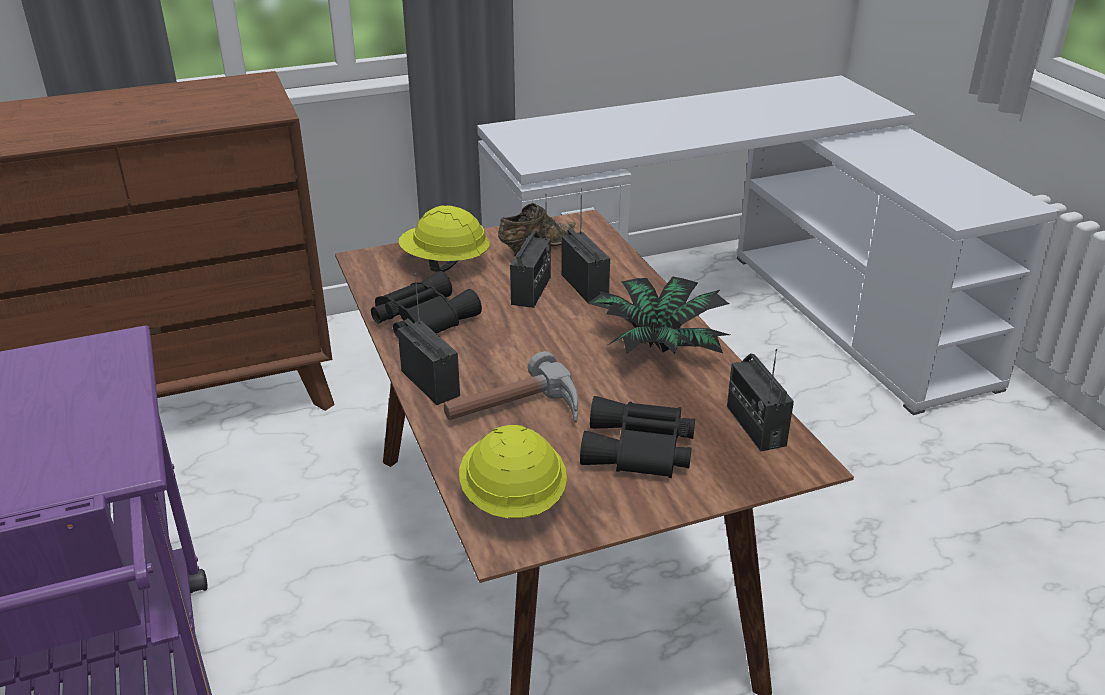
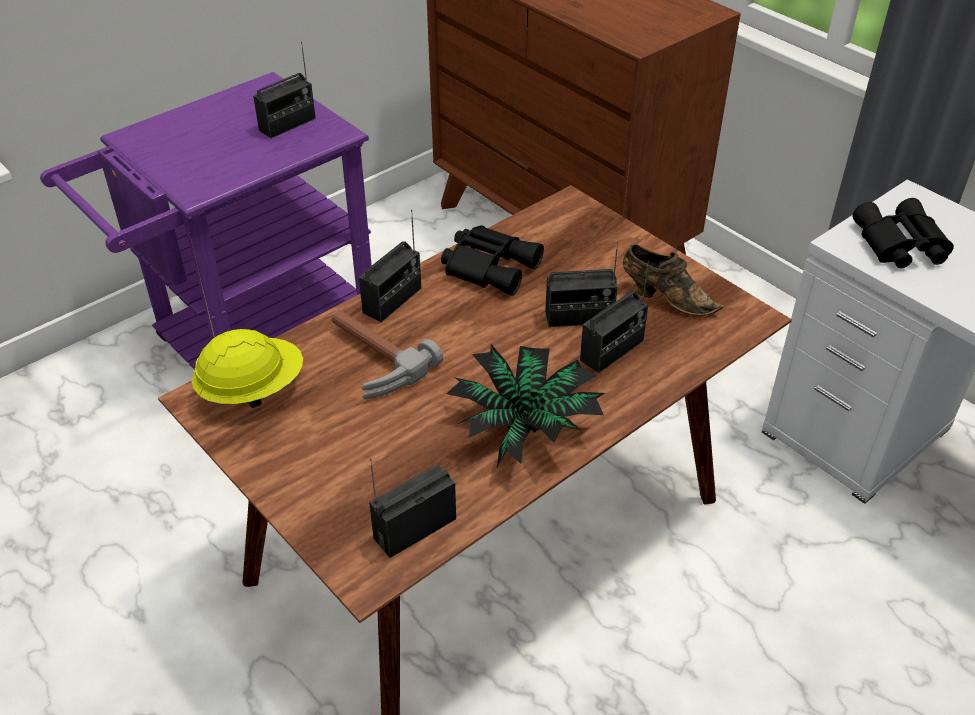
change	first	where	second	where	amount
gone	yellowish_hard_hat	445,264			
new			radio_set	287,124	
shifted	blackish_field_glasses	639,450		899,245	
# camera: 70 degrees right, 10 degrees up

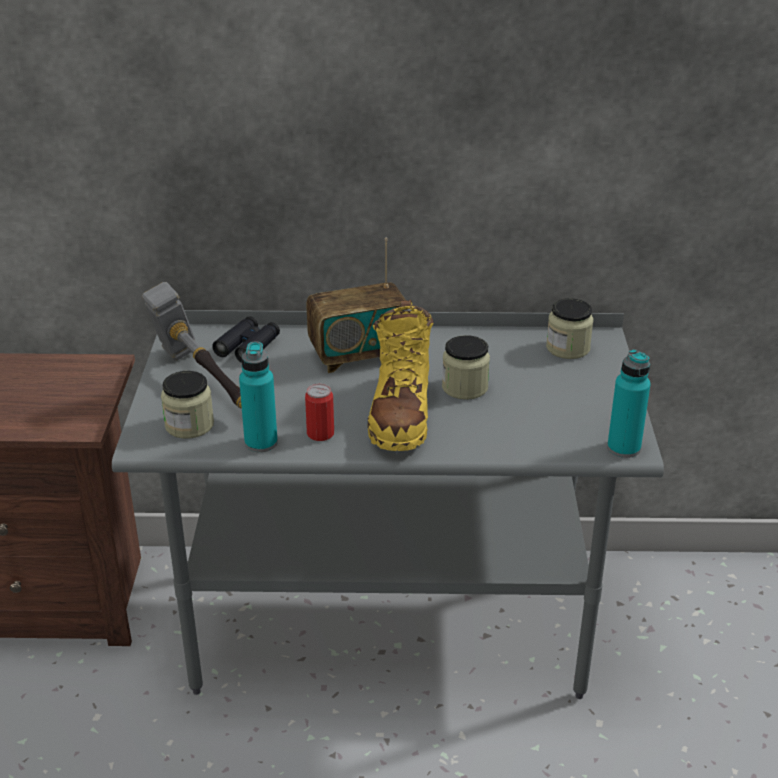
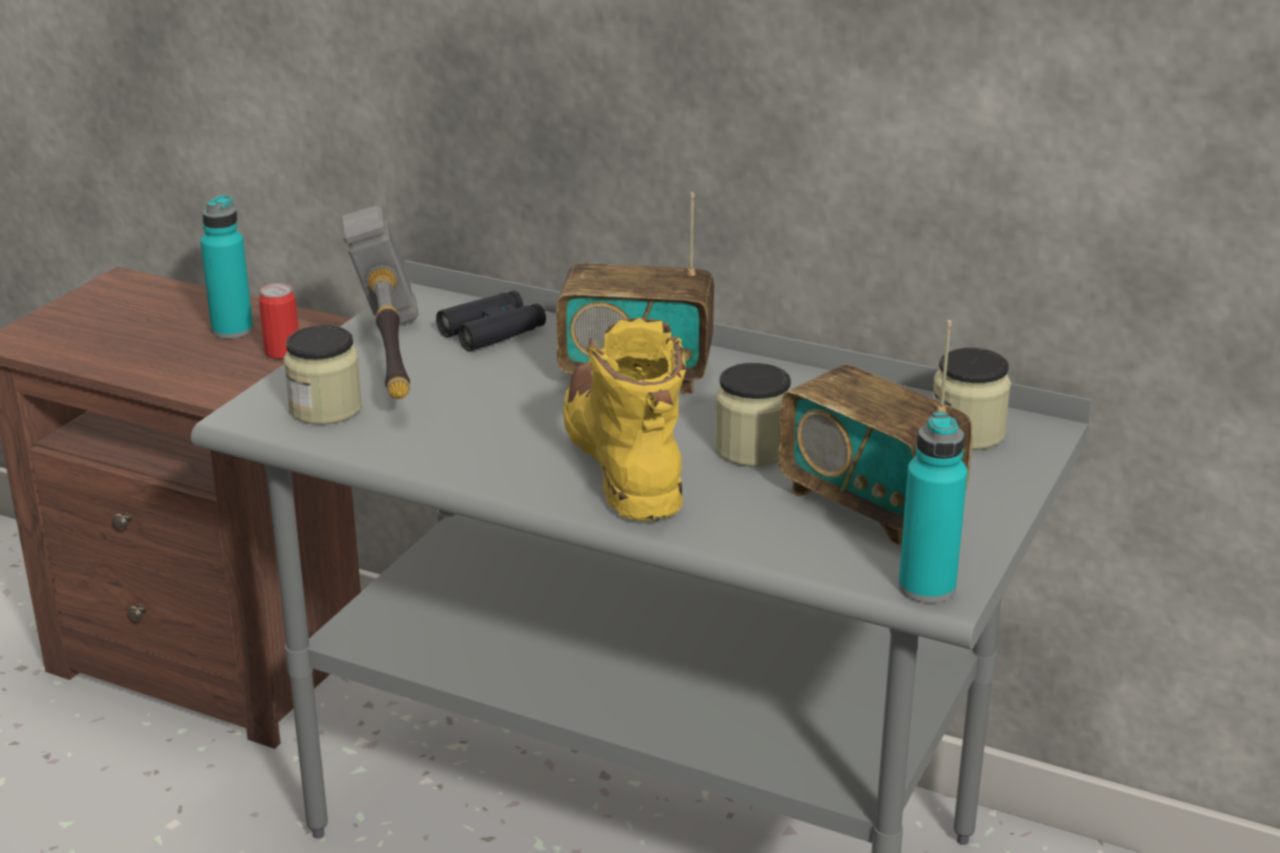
change	first	where	second	where	amount
new			radio_set	869,504	
shifted	turquoise_bottle	261,443		232,330	
shifted	metal_can	320,434		282,352	
rotated	yellowish_boot	401,414		624,461	135 degrees clockwise
# camera: 25 degrees right, 5 degrees down

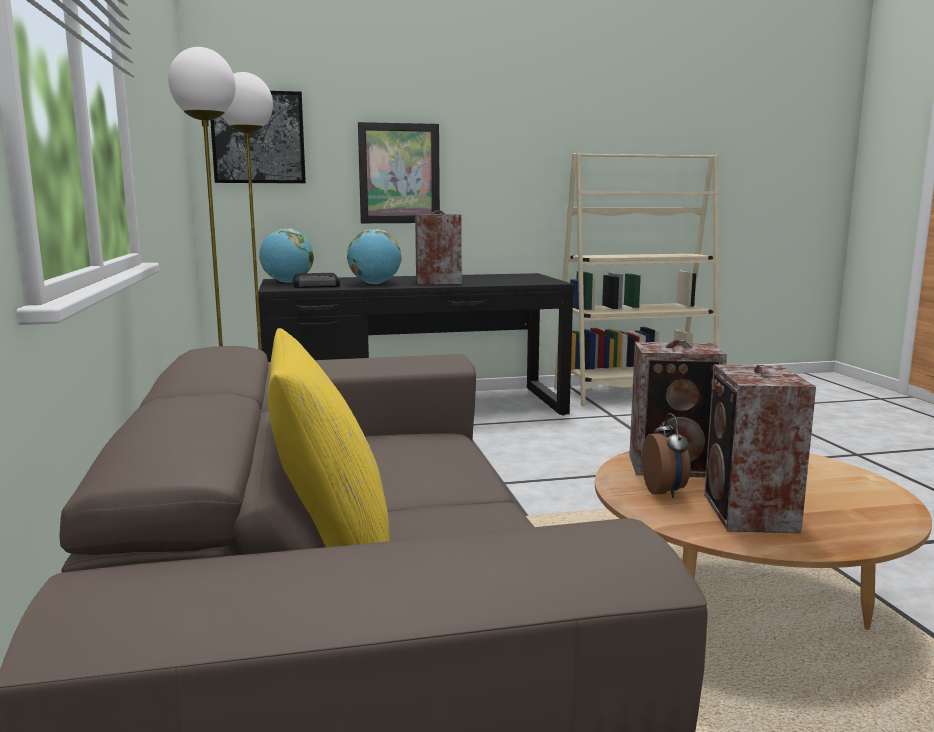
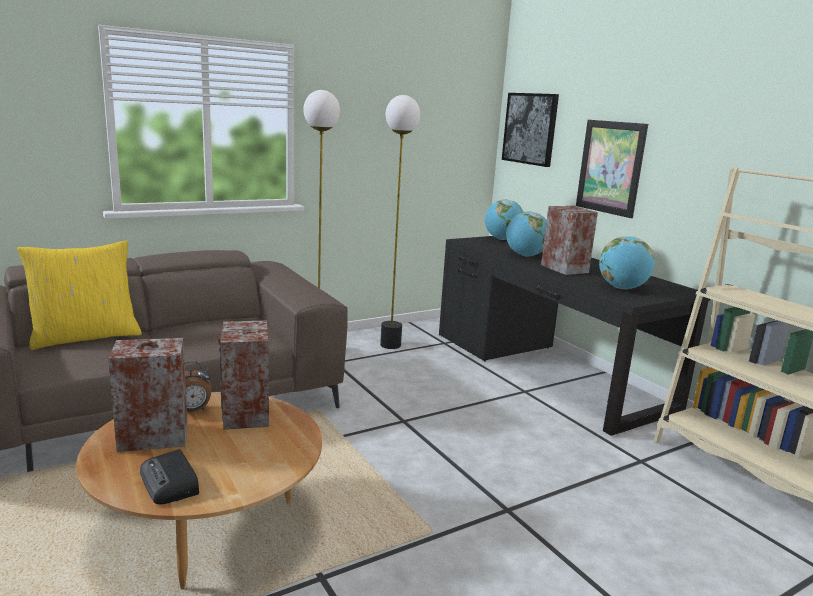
change	first	where	second	where	amount
new			globe	622,288	
shifted	radio_set	317,286		170,483	
# camera: 70 degrees right, 5 degrees up

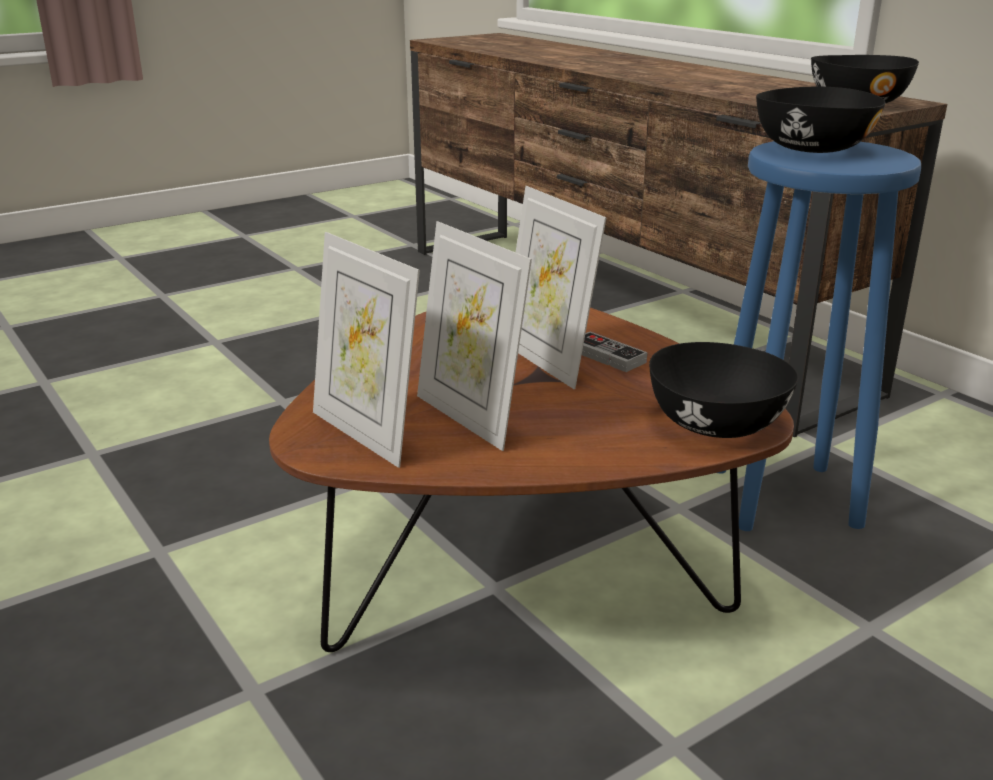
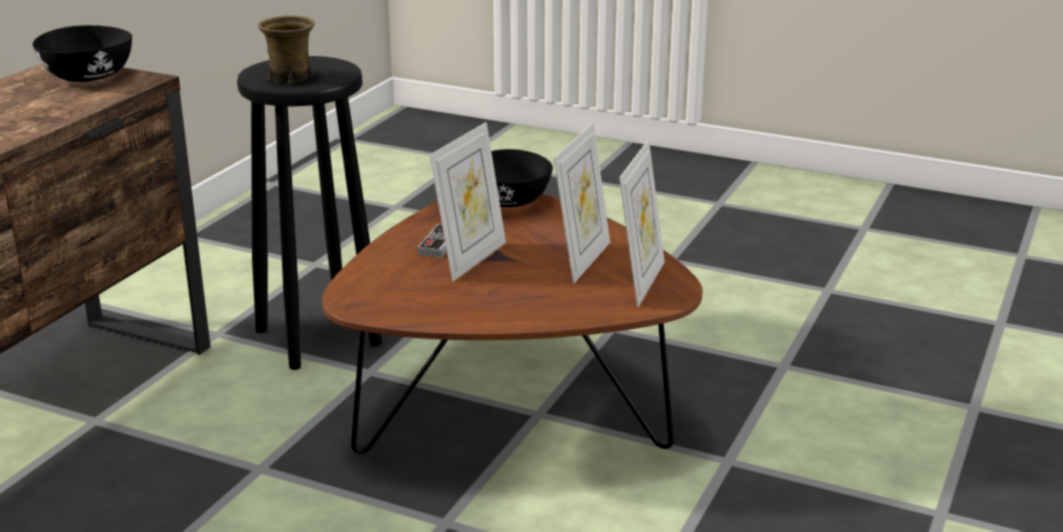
change	first	where	second	where	amount
swapped	blackish_deep_dish	812,149	brown_mug	289,78	
repainted	bluish_sitting_stool	784,497	blackish_sitting_stool	320,337	
# camera: 120 degrees left, 0 degrees up

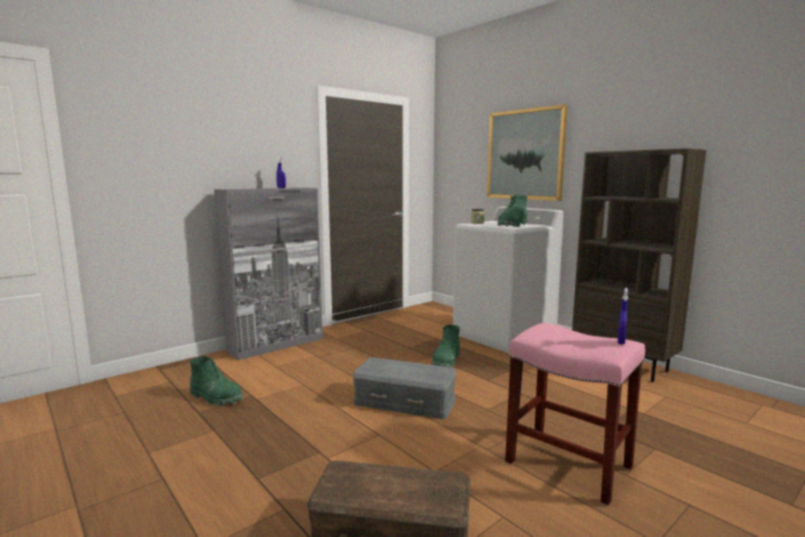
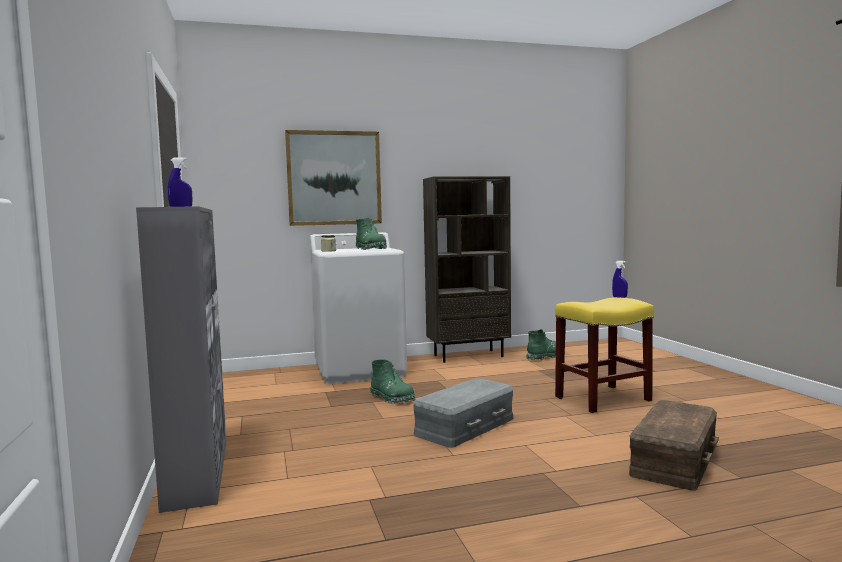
change	first	where	second	where	amount
shifted	green_boot	216,398		544,357	
repainted	pink_sitting_stool	569,465	yellowish_sitting_stool	603,399	
# camera: 65 degrees left, 5 degrees down

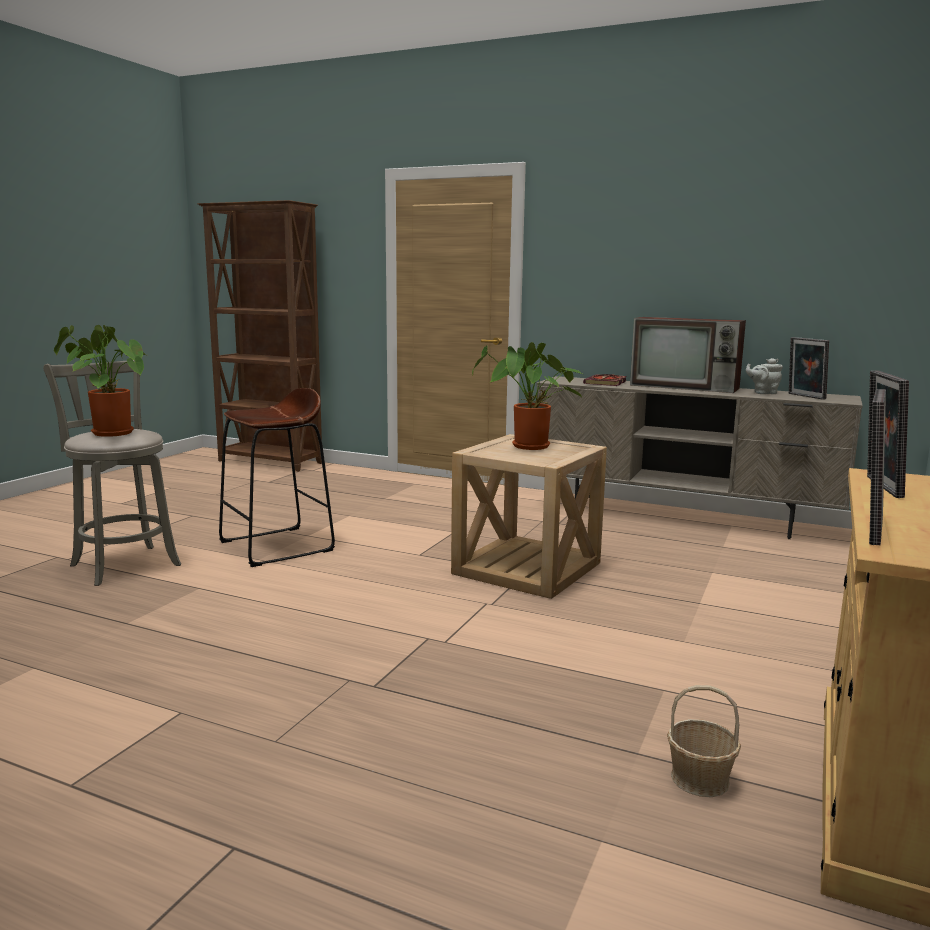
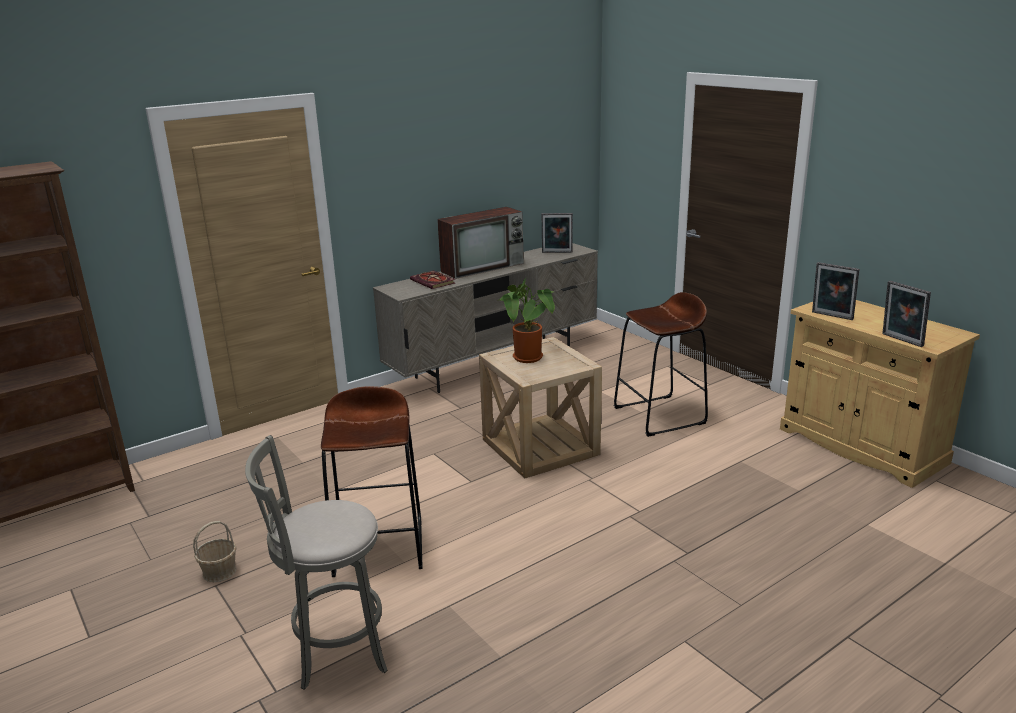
change	first	where	second	where	amount
gone	plant_in_a_pot	108,433			
gone	greyish_tea_pot	763,393			
new			brown_sitting_stool	660,415	
shifted	basket	700,779		220,571	
# camera: 60 degrees left, 10 degrees up

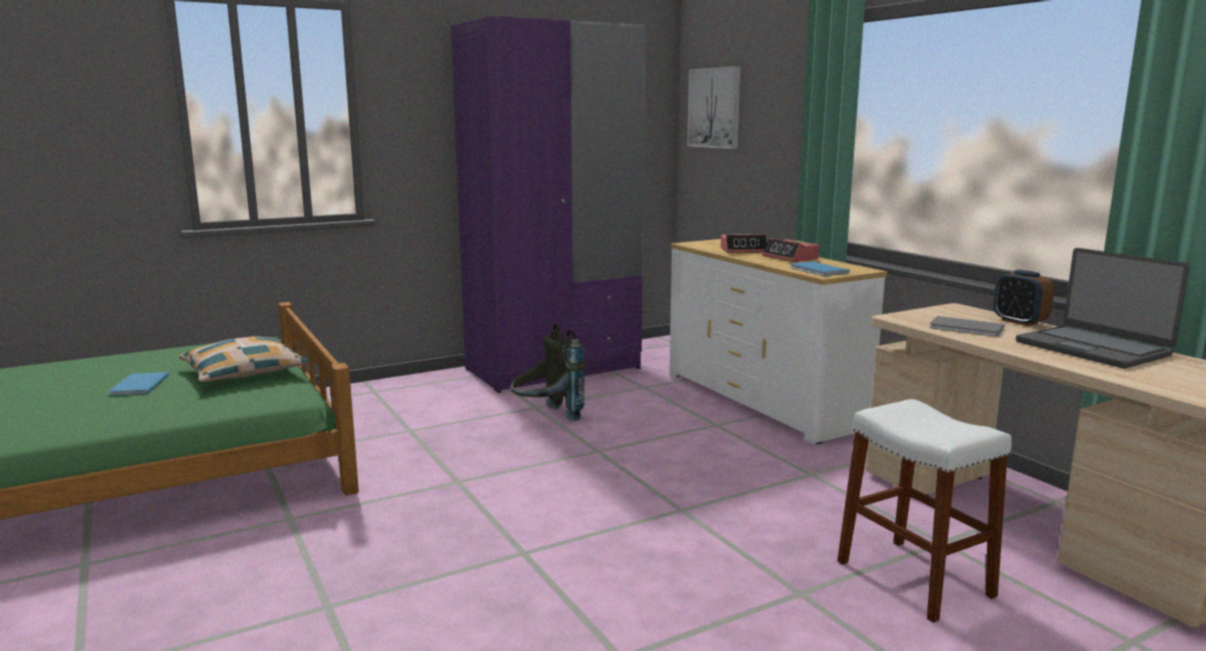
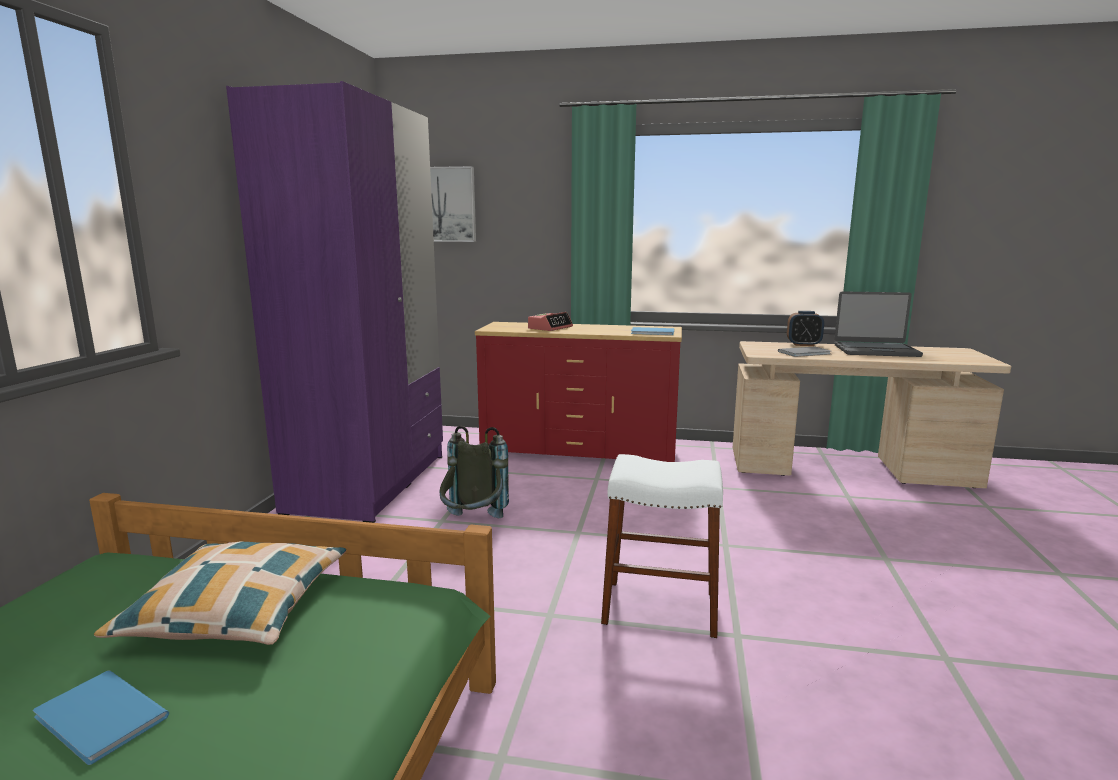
change	first	where	second	where	amount
gone	bedside_clock	790,258			
shifted	white_sitting_stool	914,578		660,608	
repainted	white_dresser	762,401	reddish_dresser	579,451	
# camera: 50 degrees left, 0 degrees up

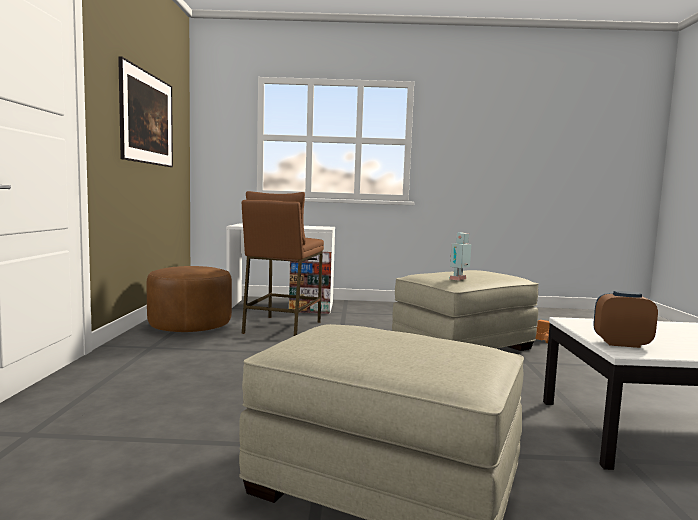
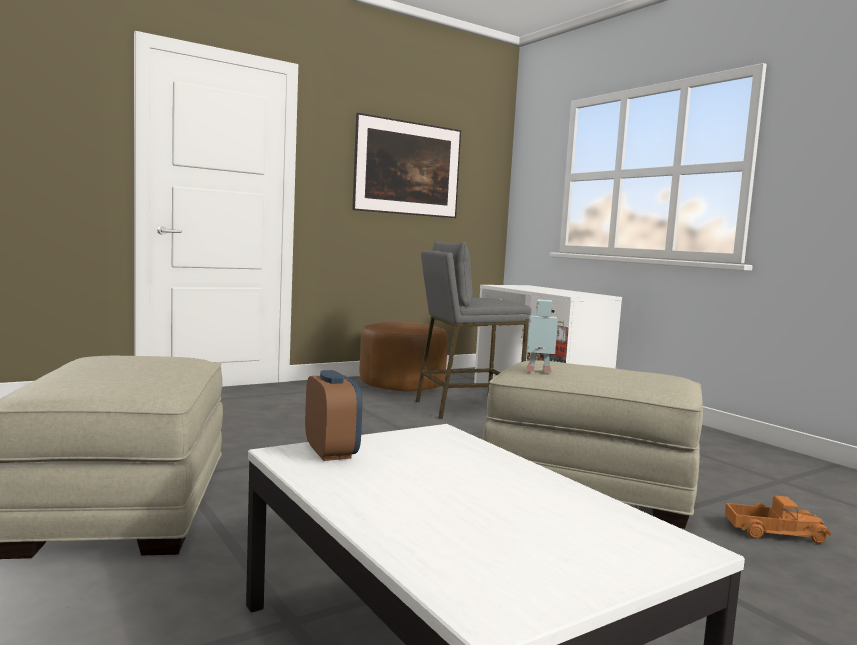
change	first	where	second	where	amount
repainted	brown_sitting_stool	281,327	greyish_sitting_stool	466,408	
# camera: 55 degrees right, 0 degrees up

